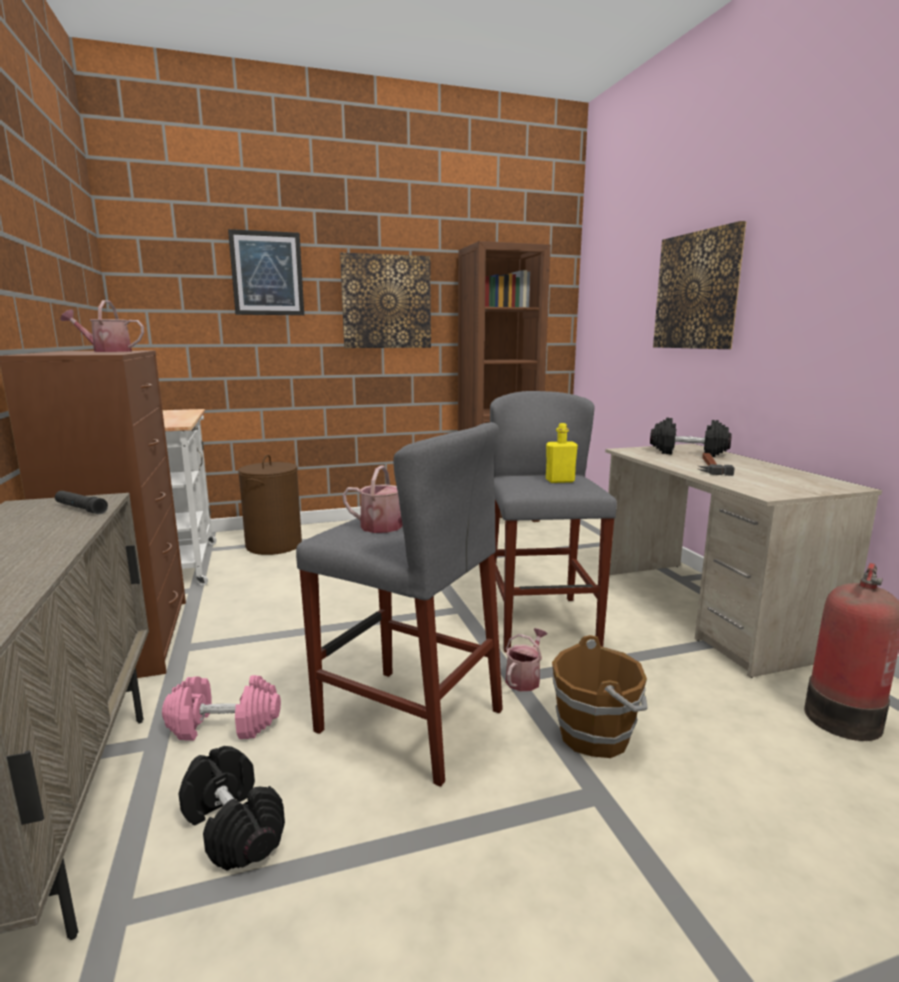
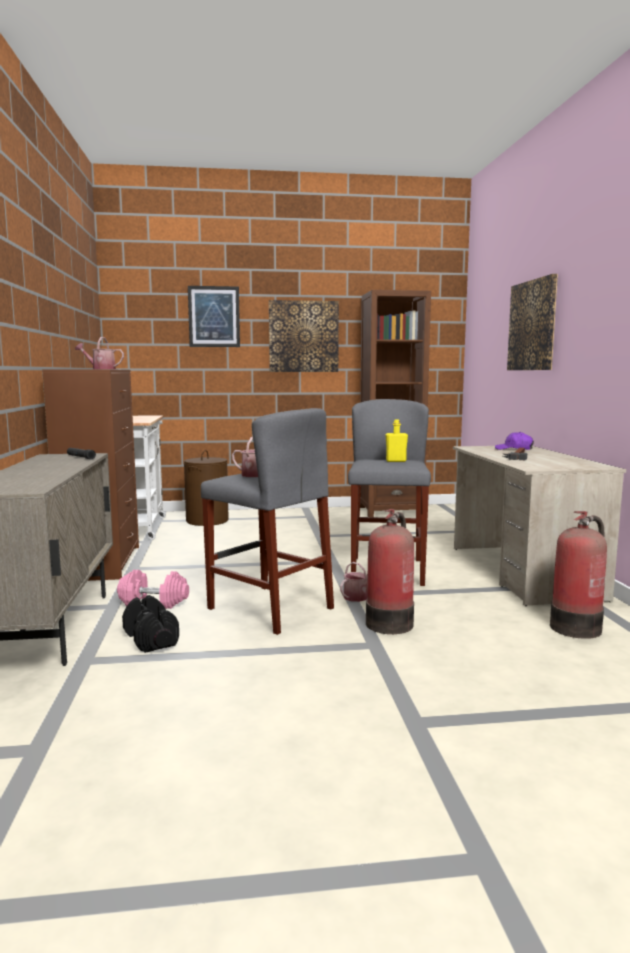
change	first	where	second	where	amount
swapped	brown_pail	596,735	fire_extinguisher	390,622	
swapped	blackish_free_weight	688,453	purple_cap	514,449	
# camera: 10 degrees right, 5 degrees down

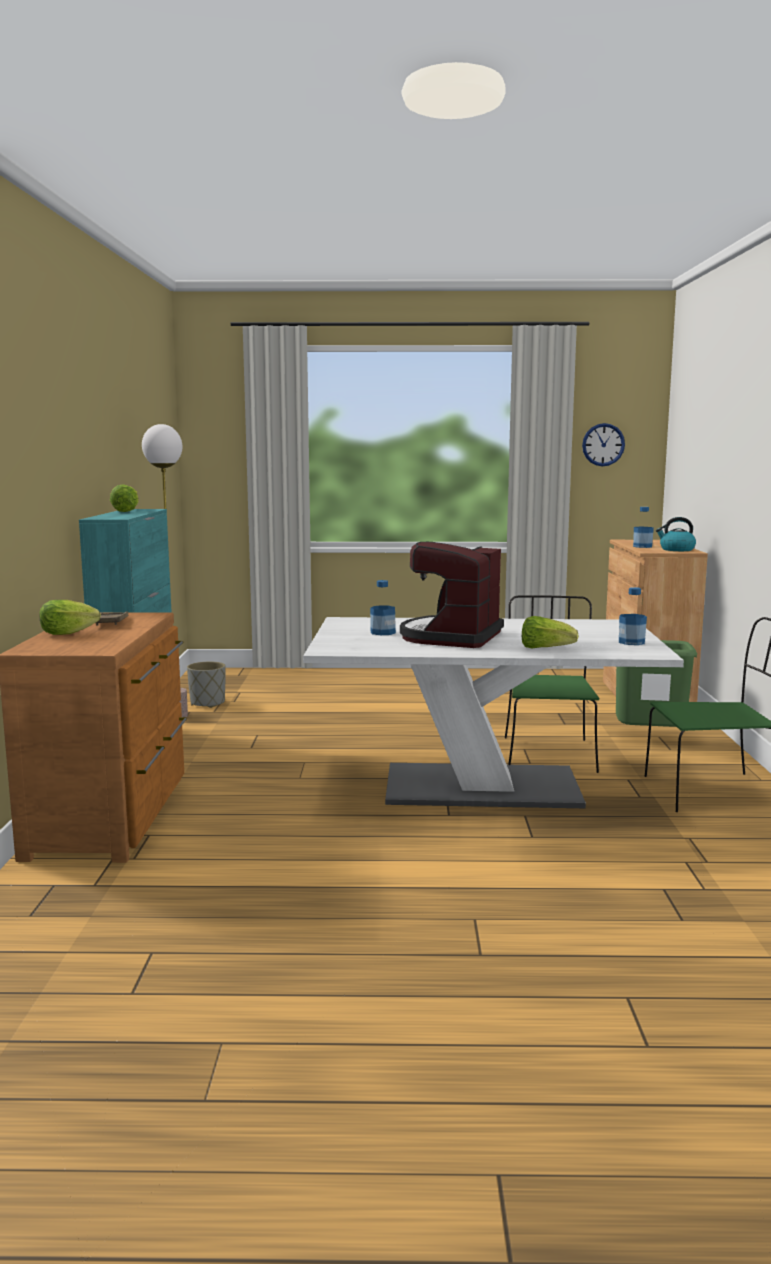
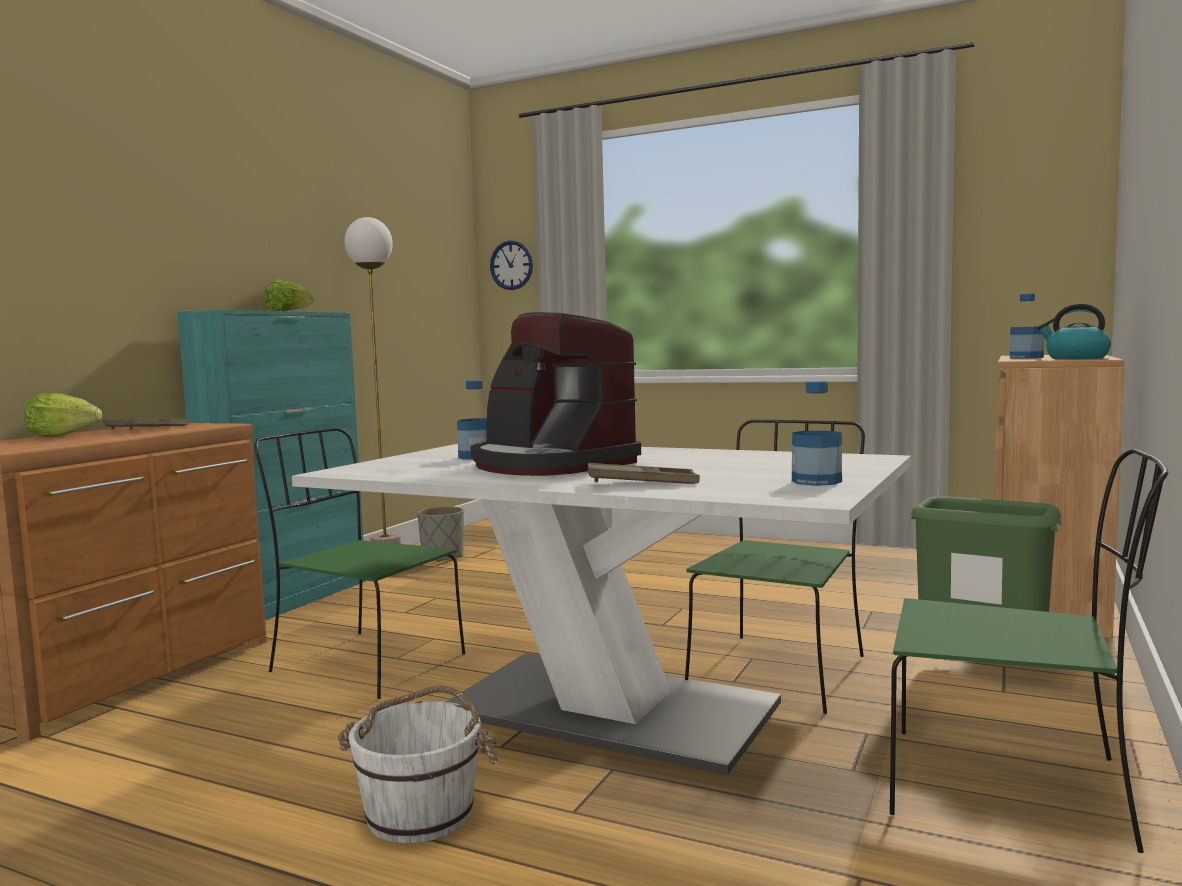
change	first	where	second	where	amount
new			green_upright_chair	364,663	
new			white_pail	421,813	
shifted	hanging_clock	603,444		511,265	
swapped	head_of_lettuce	545,648	brown_carrying_tray	642,483	
rotated	coffee_machine	451,637		550,464	90 degrees counterclockwise
# camera: 25 degrees right, 5 degrees down

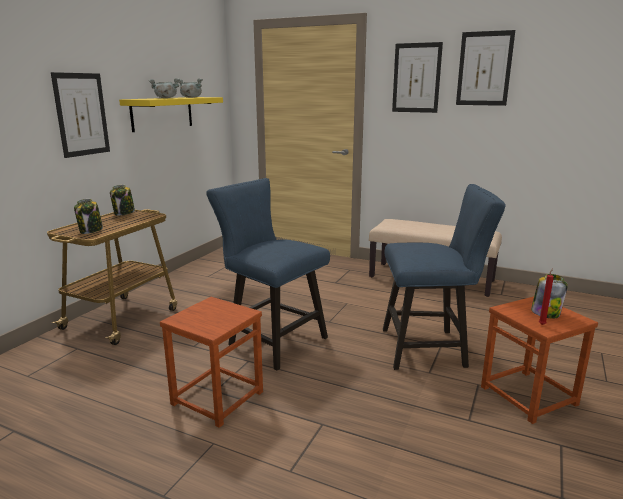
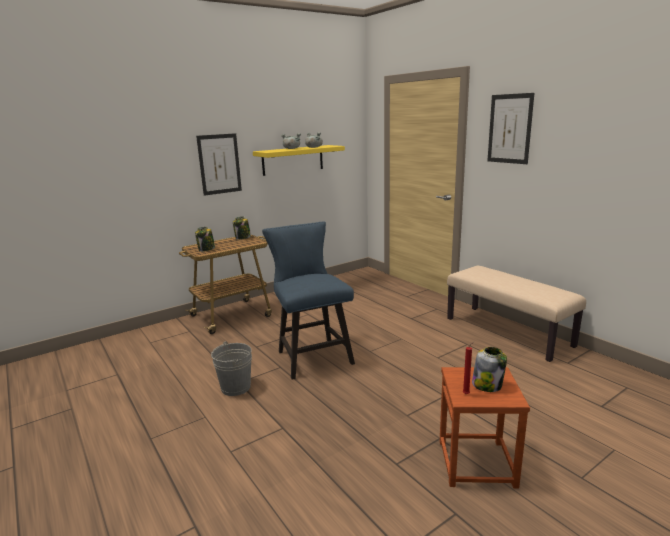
change	first	where	second	where	amount
gone	bluish_upright_chair	430,348			
gone	wall_art	484,69			
swapped	brown_sitting_stool	217,397	greyish_pail	235,387	
# camera: 30 degrees right, 0 degrees up

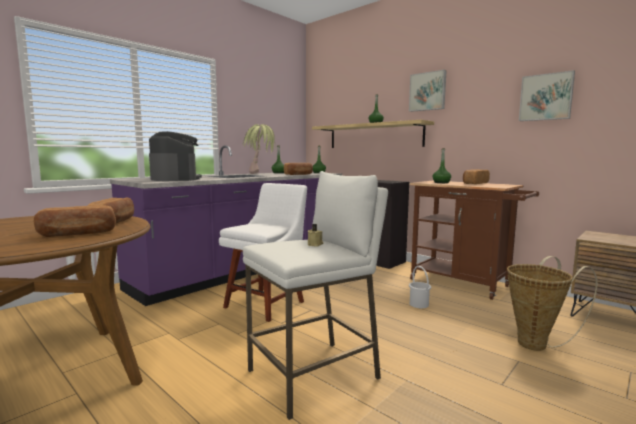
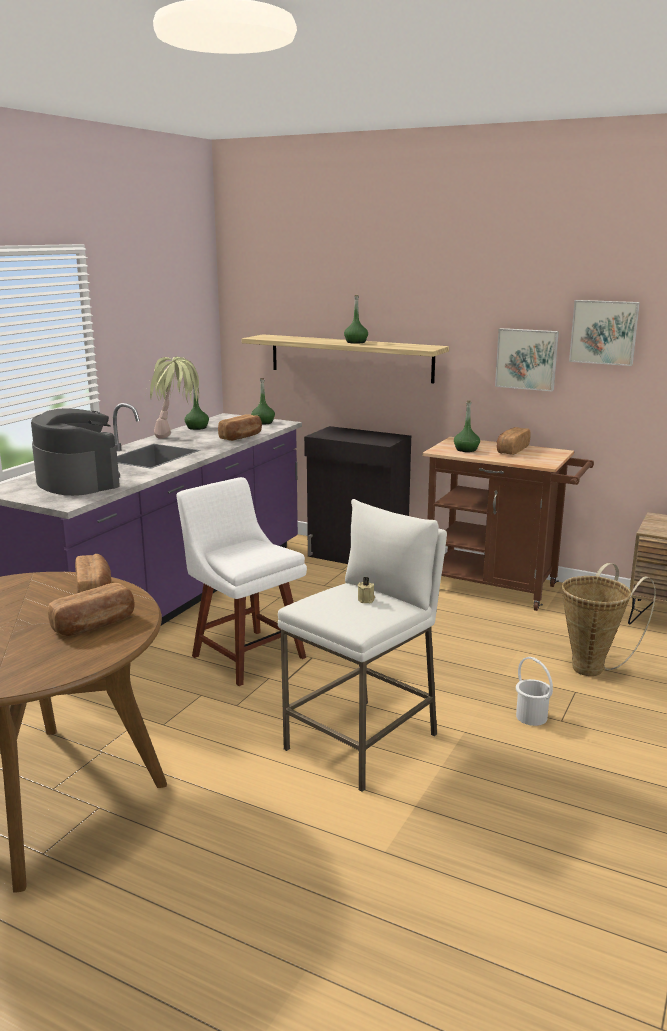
change	first	where	second	where	amount
shifted	wall_art	428,91		527,359	
shifted	white_pail	419,304		531,717	
rotated	white_upright_chair	267,303		245,654	60 degrees counterclockwise
# camera: 15 degrees left, 10 degrees up

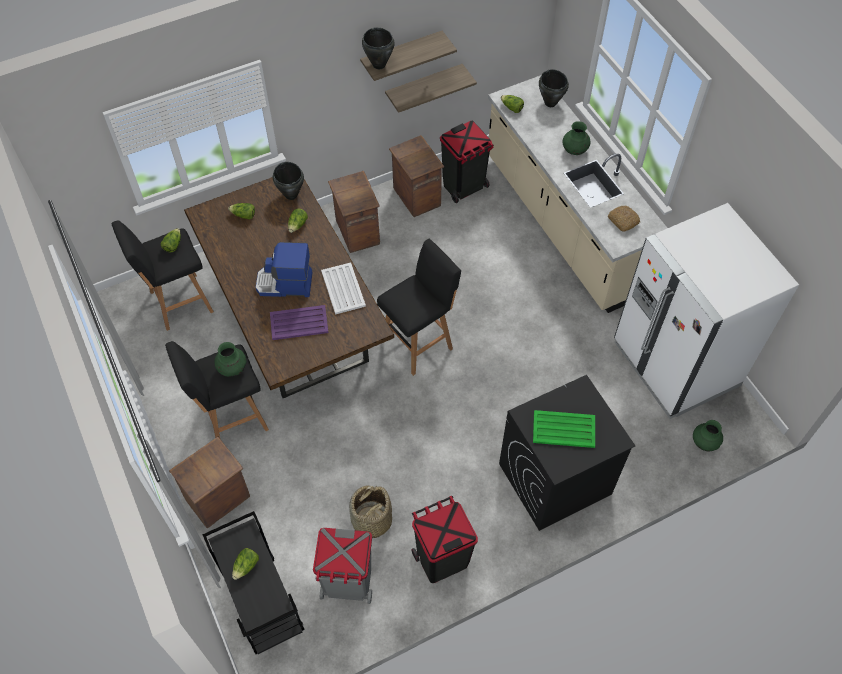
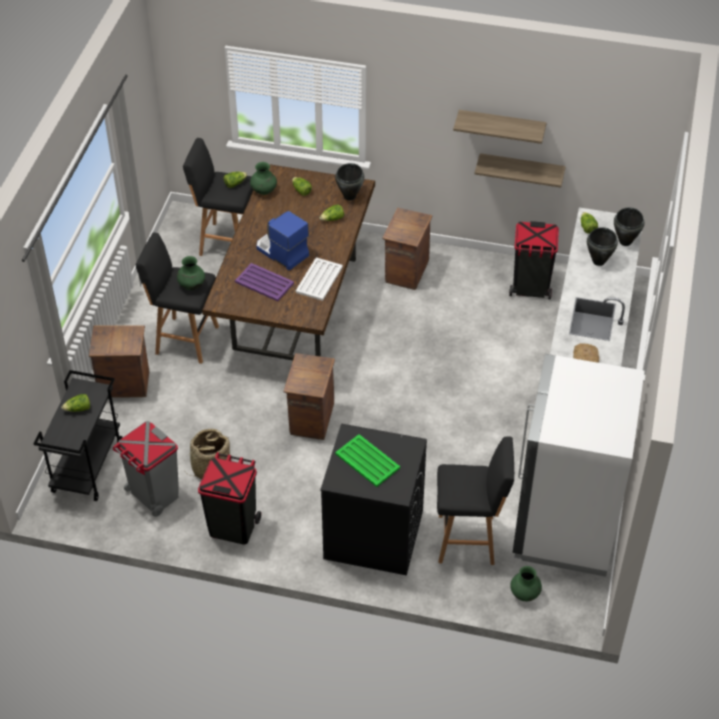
change	first	where	second	where	amount
shifted	blackish_cooking_pot	379,65		598,261	
shifted	blackish_sitting_stool	418,342		469,539	
shifted	crate	416,198		311,419	
shifted	green_flower_vase	574,150		264,191	
# camera: 40 degrees right, 10 degrees down

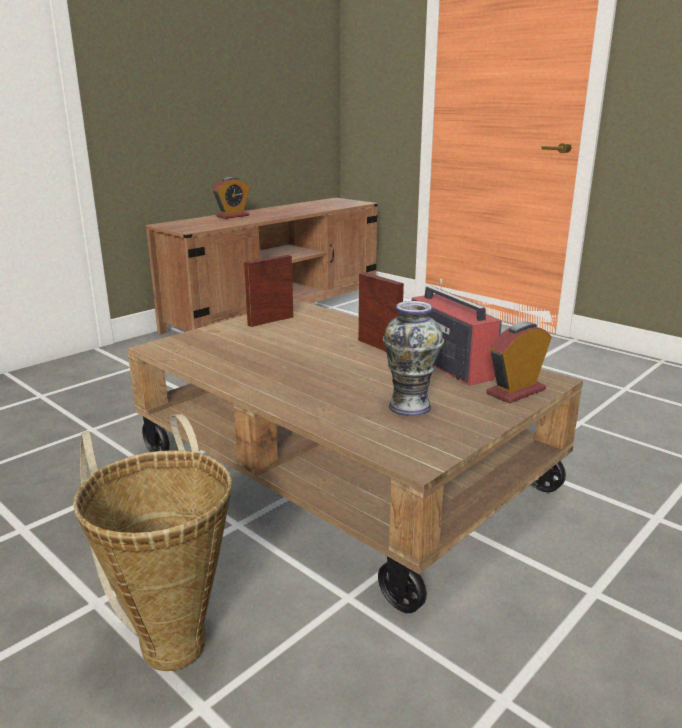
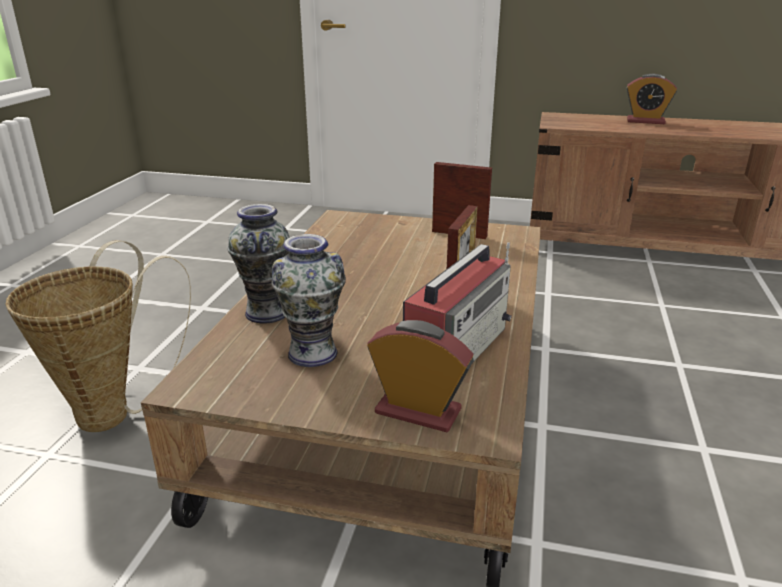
change	first	where	second	where	amount
new			flower_vase	267,312	
# camera: 60 degrees right, 5 degrees up

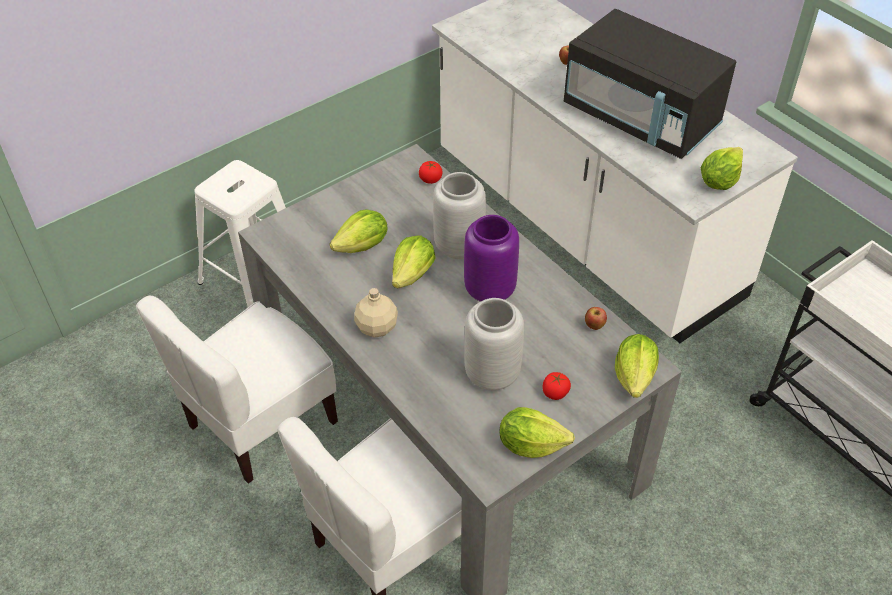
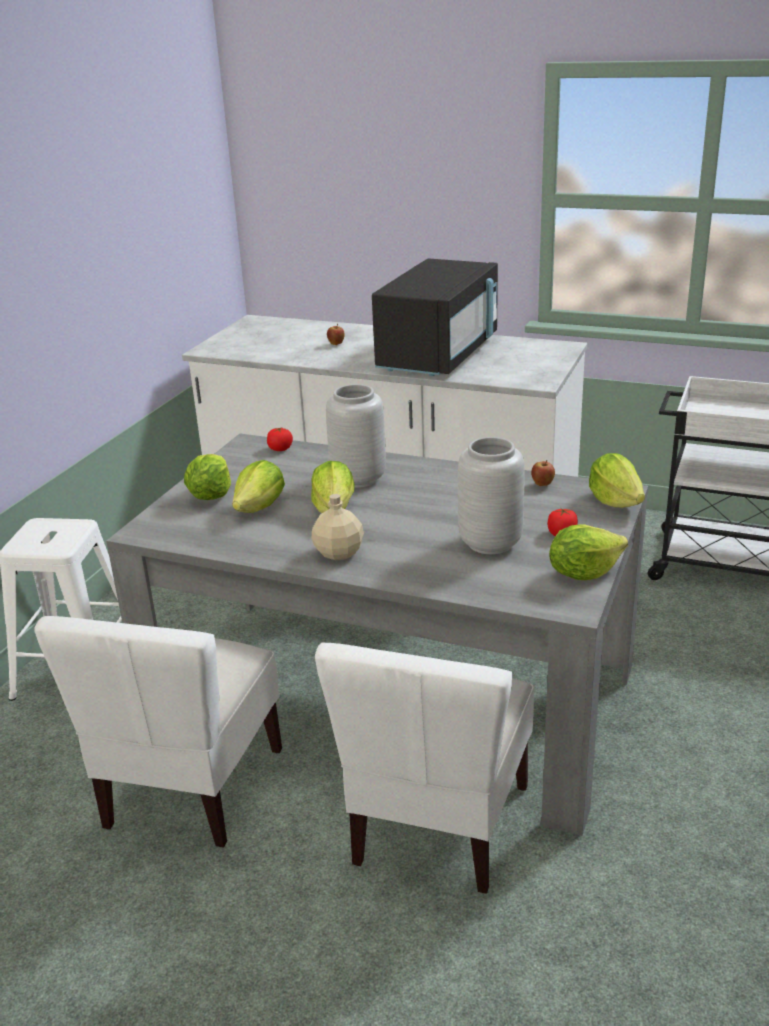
change	first	where	second	where	amount
gone	purple_flower_vase	490,291			
shifted	head_of_lettuce	719,181		211,495	
rotated	blackish_kitchen_microwave	641,118		439,355	75 degrees counterclockwise
# camera: 30 degrees left, 20 degrees down

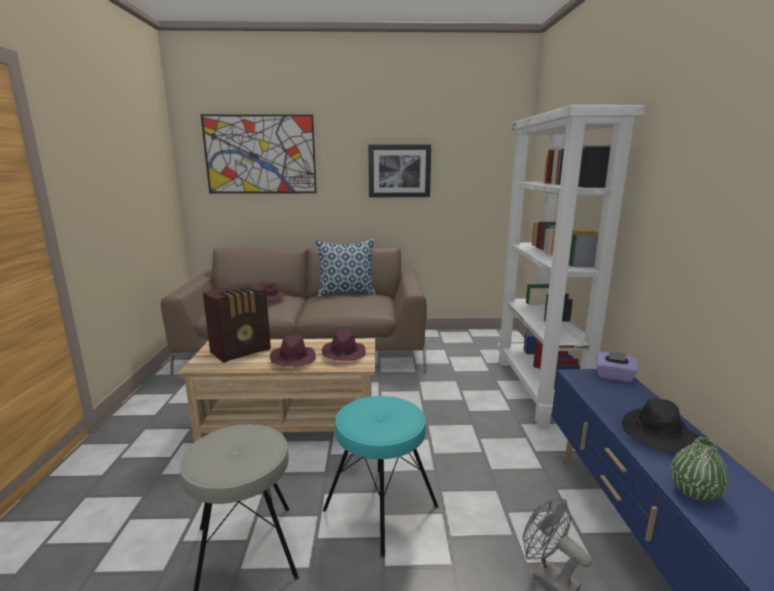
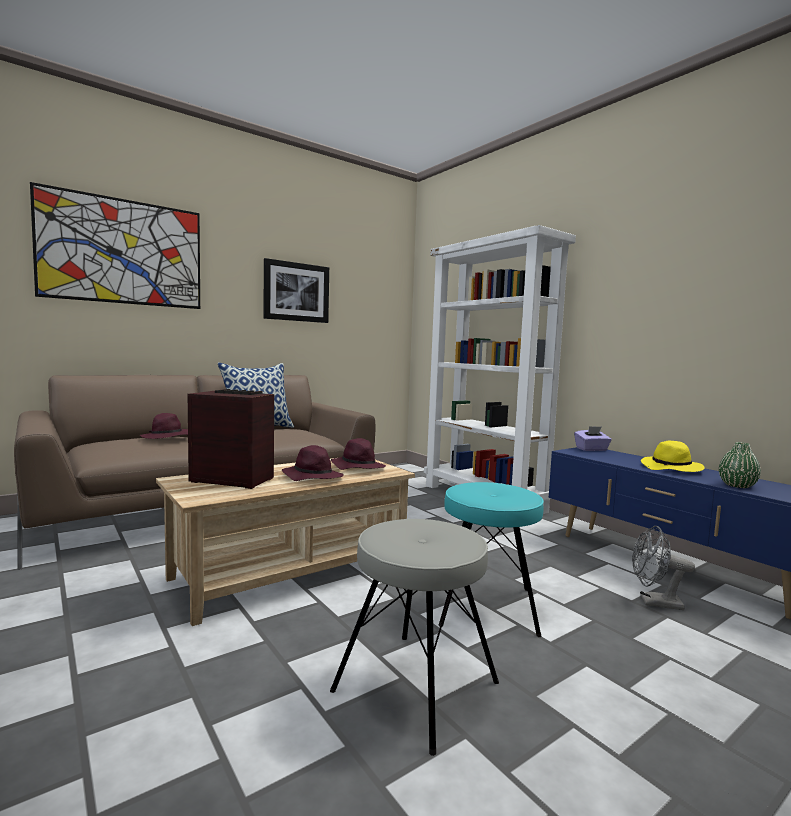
change	first	where	second	where	amount
repainted	blackish_clothing_hat	658,434	yellowish_clothing_hat	671,468	
rotated	radio_set	242,351		231,480	90 degrees counterclockwise
# camera: 35 degrees left, 10 degrees down

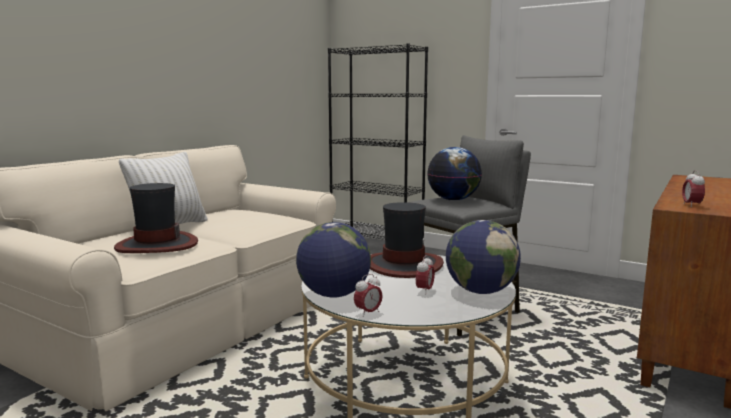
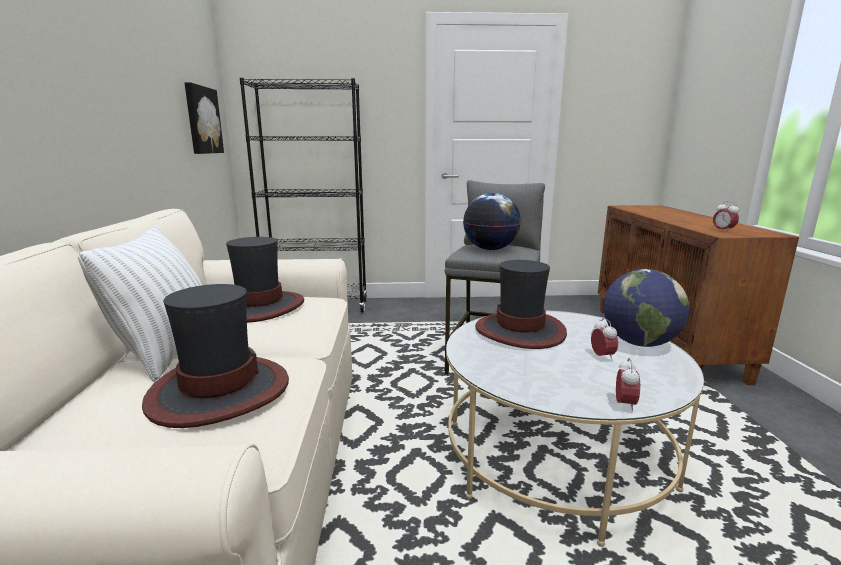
change	first	where	second	where	amount
gone	globe	334,295			
new			wall_art	202,120	
new			clothing_hat	259,307	
# camera: 35 degrees left, 5 degrees up

